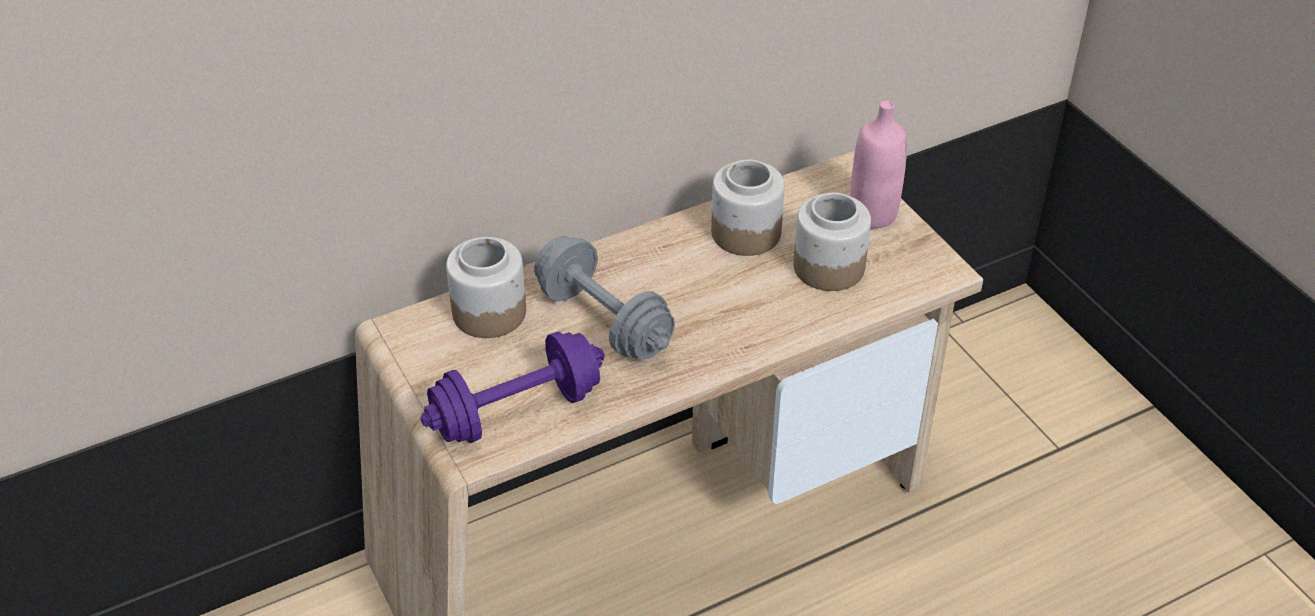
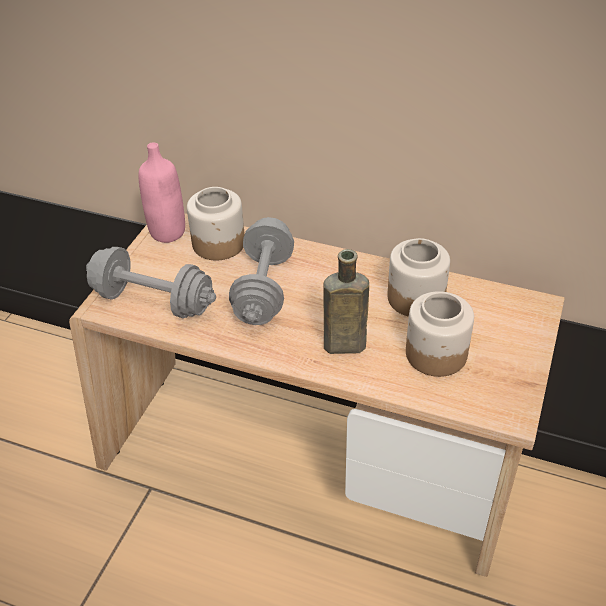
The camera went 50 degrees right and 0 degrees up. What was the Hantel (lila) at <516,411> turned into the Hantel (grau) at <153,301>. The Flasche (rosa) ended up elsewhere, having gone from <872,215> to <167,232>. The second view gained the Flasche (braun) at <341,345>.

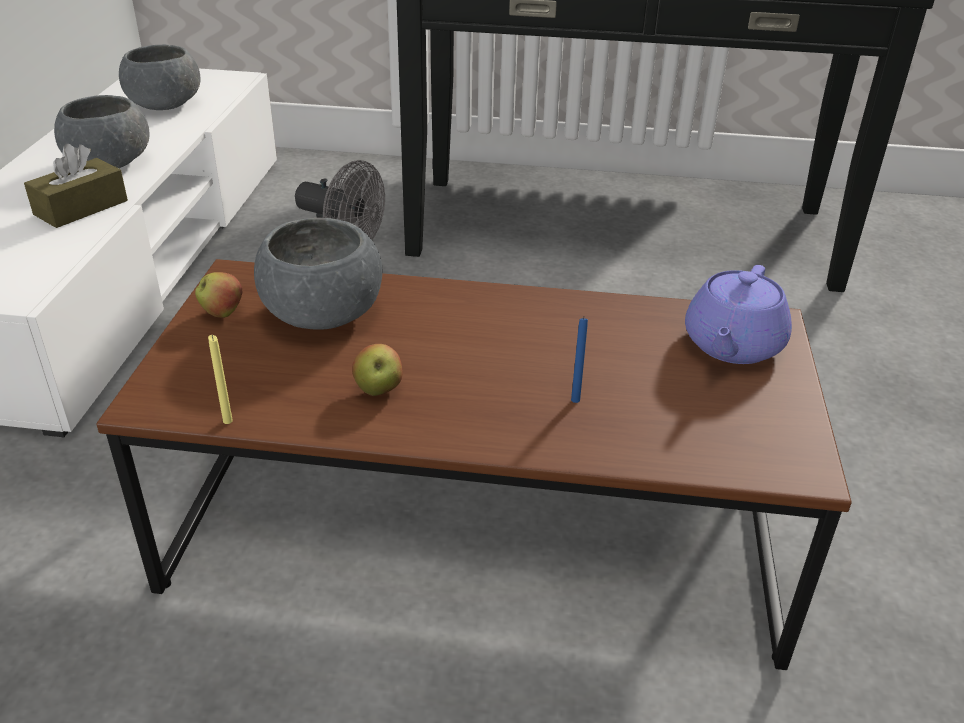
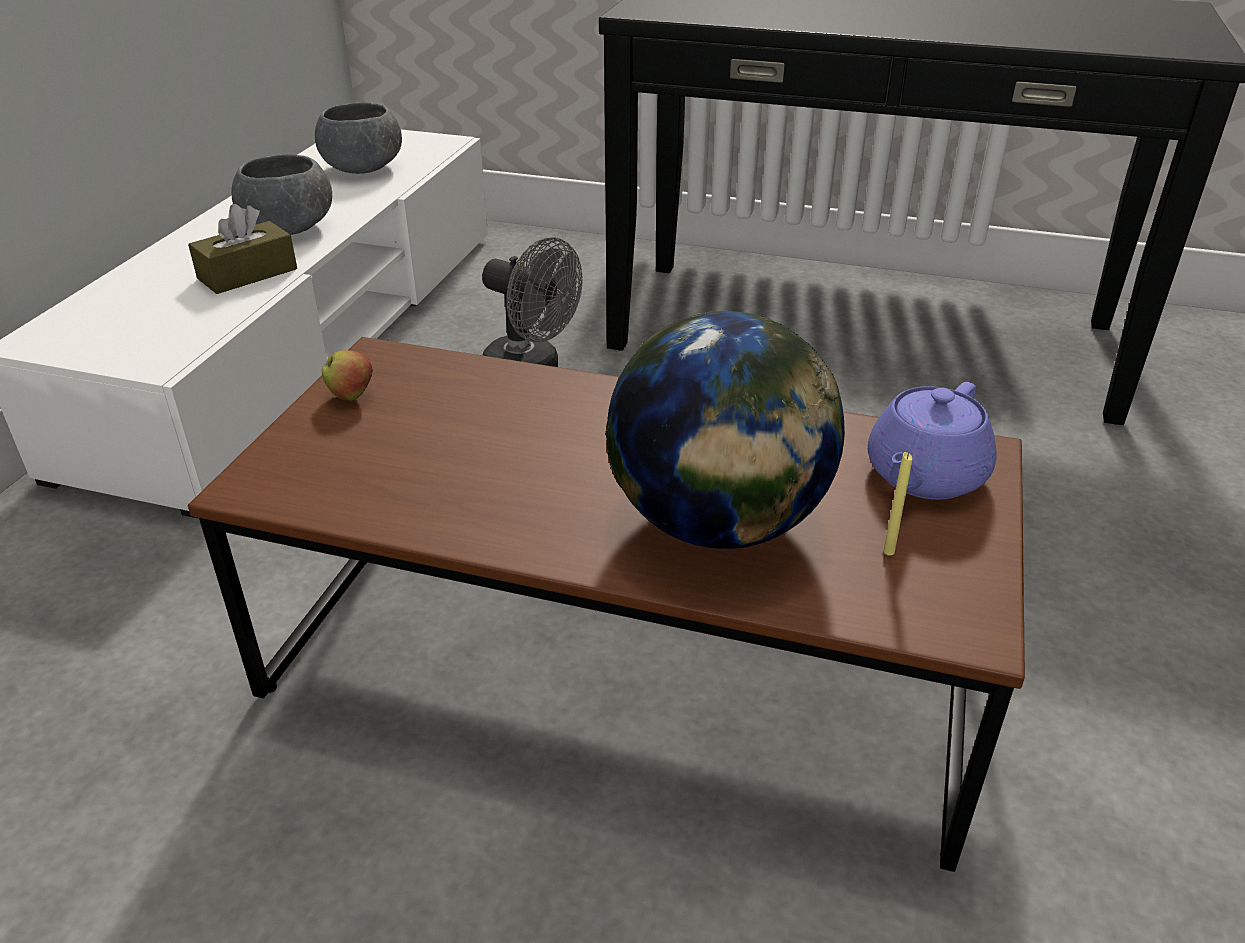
The camera went 10 degrees right and 0 degrees up. The Kerze (gelb) ended up elsewhere, having gone from <227,421> to <888,552>. The second view lost the Schüssel (grau) at <321,314>. The second view lost the Apfel at <378,390>. Where the Kerze (blau) stood at <575,400>, the Globus came to stand at <718,524>.

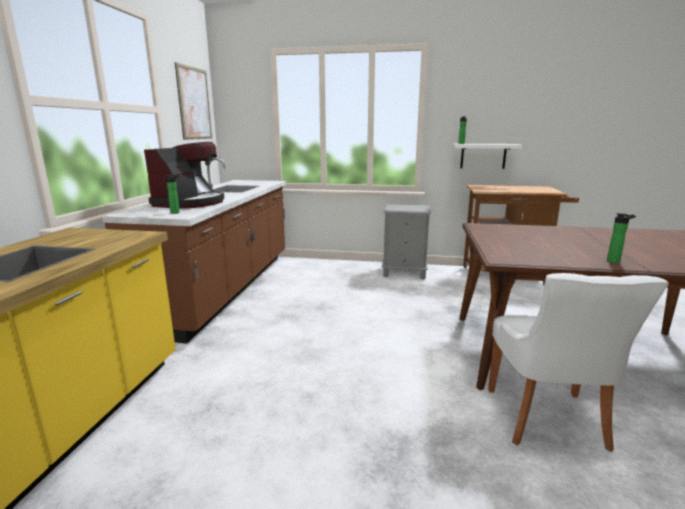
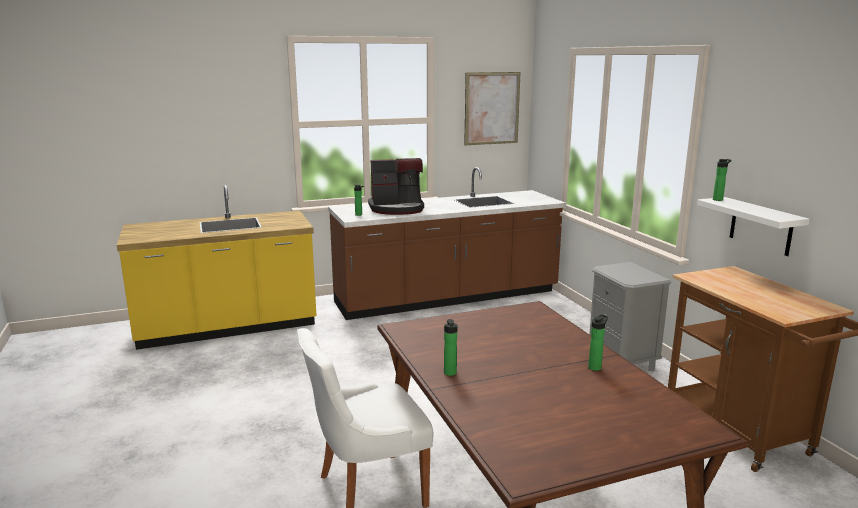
The camera went 60 degrees right and 0 degrees up. The second view gained the Flasche at <595,367>.

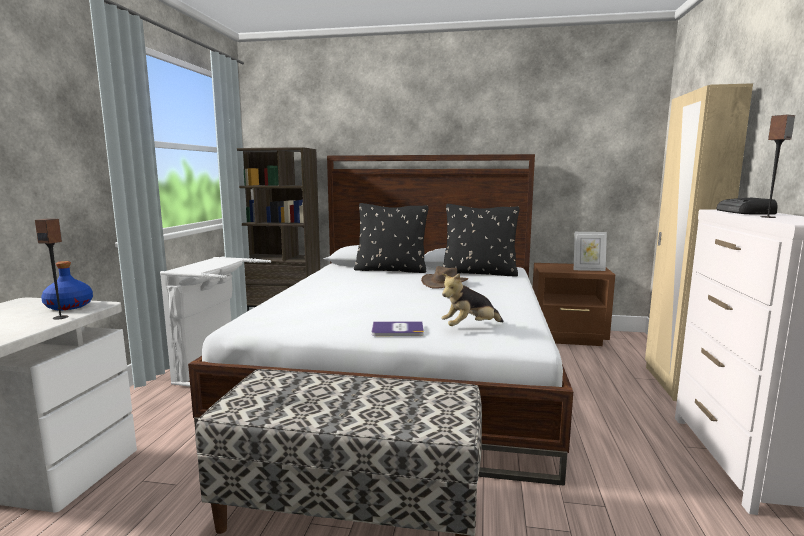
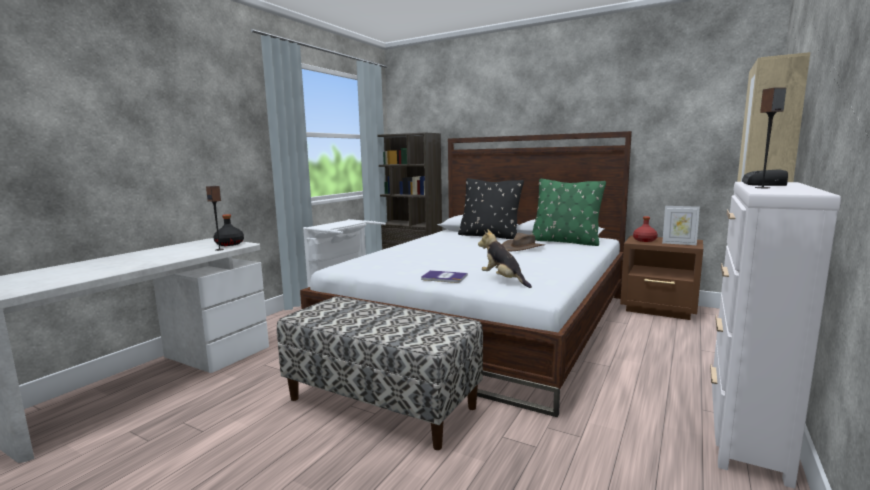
The camera went 20 degrees right and 0 degrees up. What was the Flasche (blau) at <69,306> turned into the Flasche (schwarz) at <229,244>. The Plüschtier at <470,327> ended up facing another way, 60 degrees clockwise from before. What was the Kissen (schwarz) at <479,273> turned into the Kissen (grün) at <565,241>. The second view gained the Flasche (rot) at <645,240>.

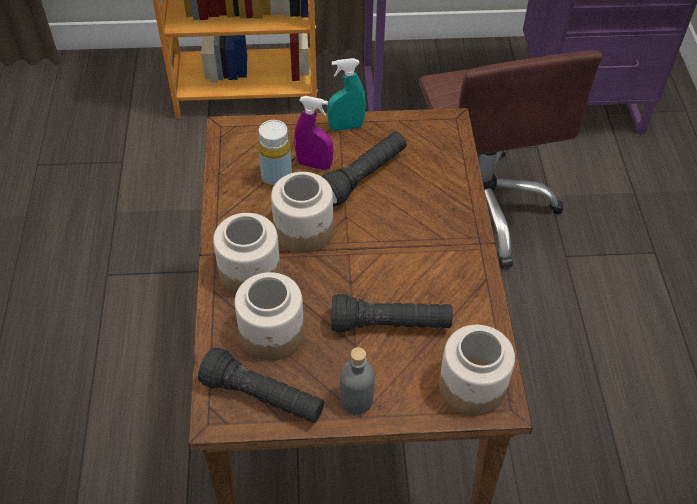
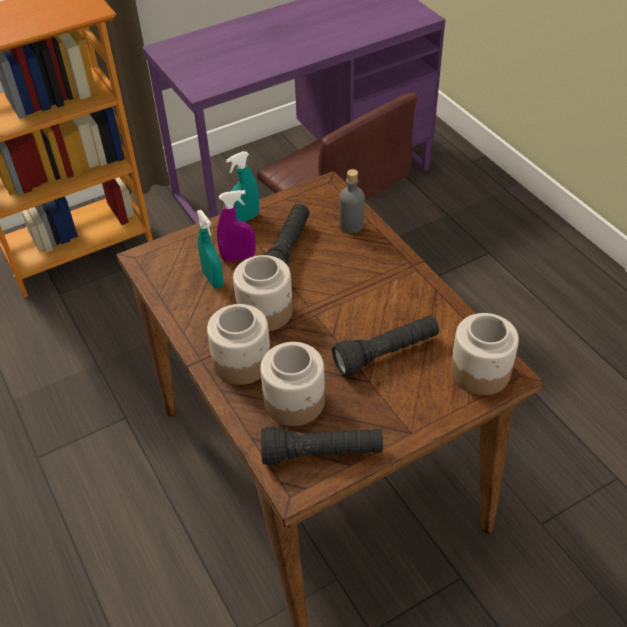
The camera went 25 degrees left and 5 degrees down. Where the Flasche (gelb) stood at <276,177>, the Sprühflasche (türkis) came to stand at <213,279>. The Flasche (grau) ended up elsewhere, having gone from <356,400> to <351,225>.

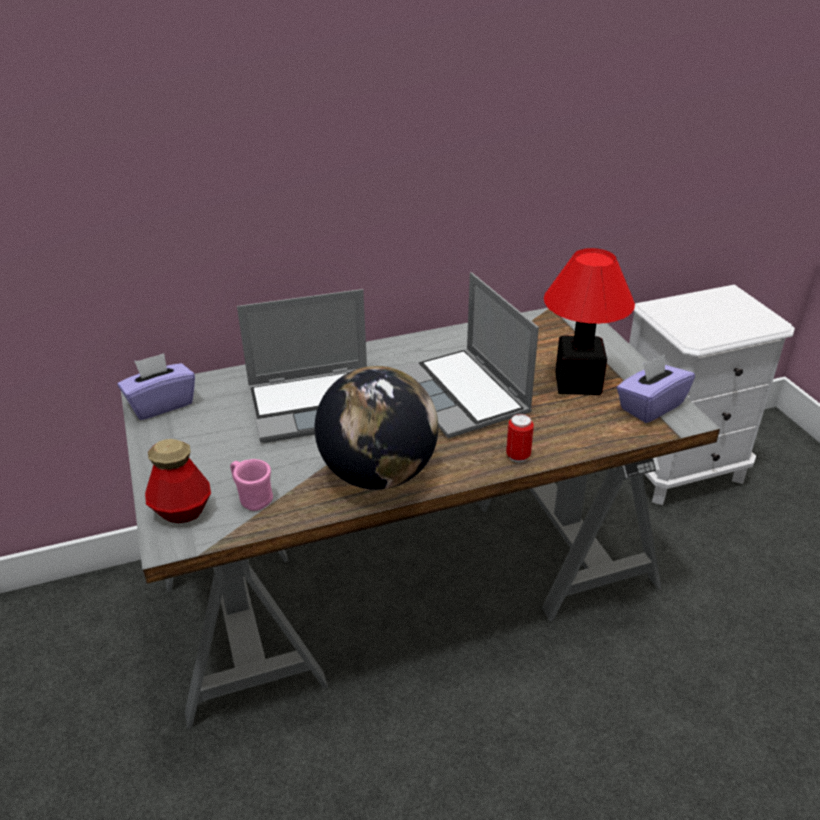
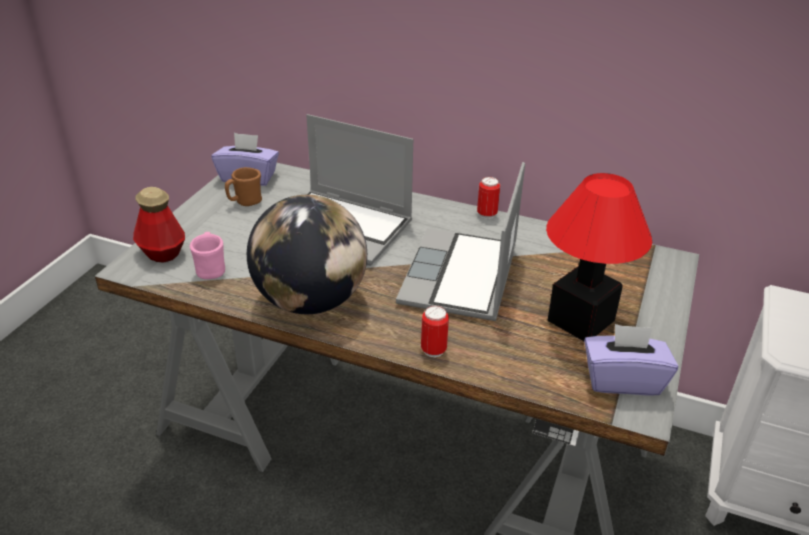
The camera went 40 degrees right and 0 degrees up. The second view gained the Henkelbecher (braun) at <245,202>. The second view gained the Dose at <487,214>.

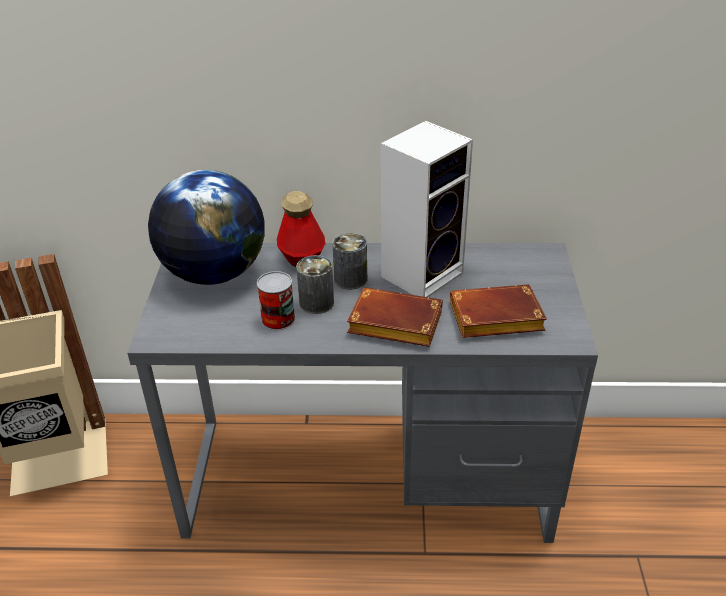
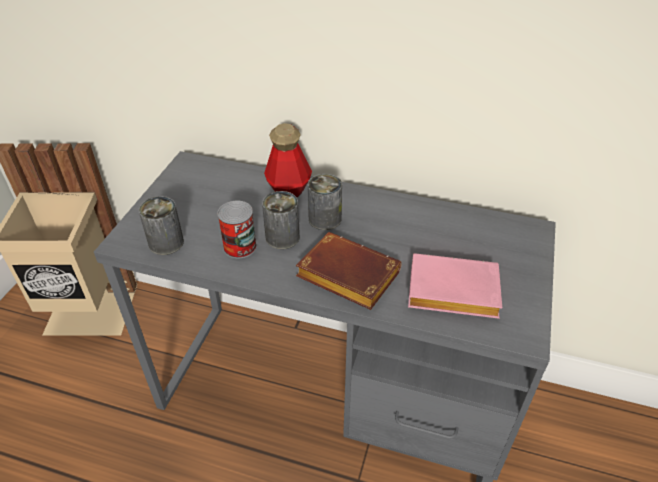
The camera went 15 degrees right and 5 degrees up. The second view lost the Globus at <214,273>. The second view lost the Lautsprecher at <423,273>. What was the Buch (braun) at <493,320> turned into the Buch (rosa) at <449,293>. The second view gained the Dose at <166,242>.

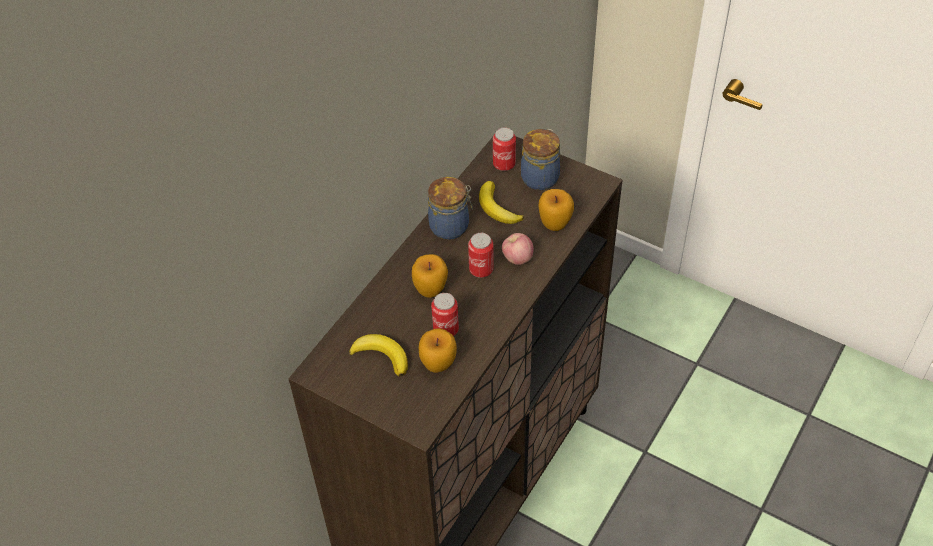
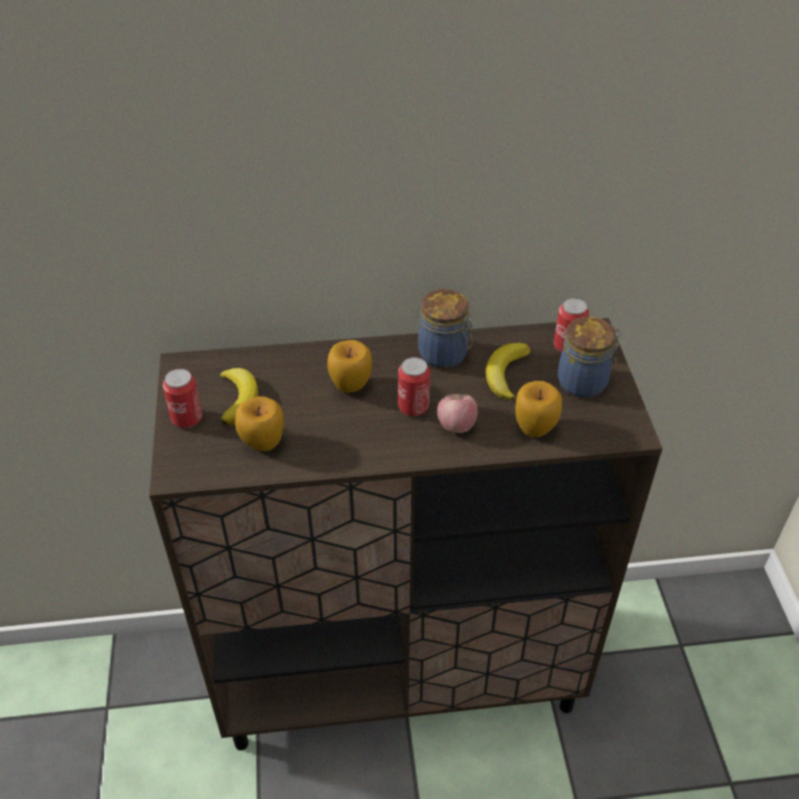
The camera went 50 degrees right and 5 degrees down. The Dose ended up elsewhere, having gone from <446,329> to <187,418>.

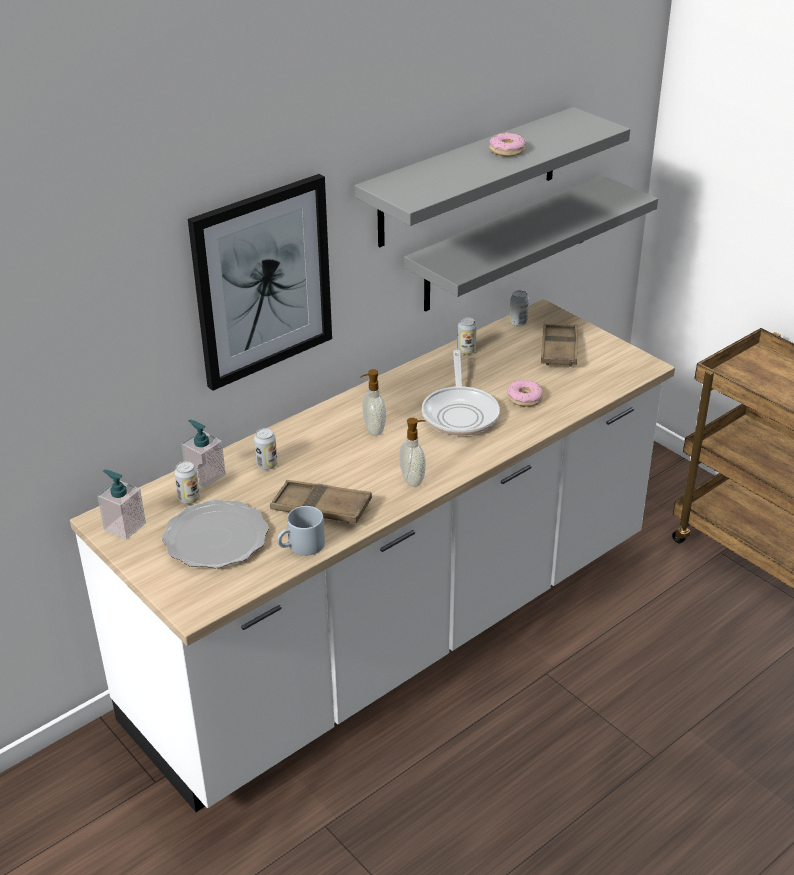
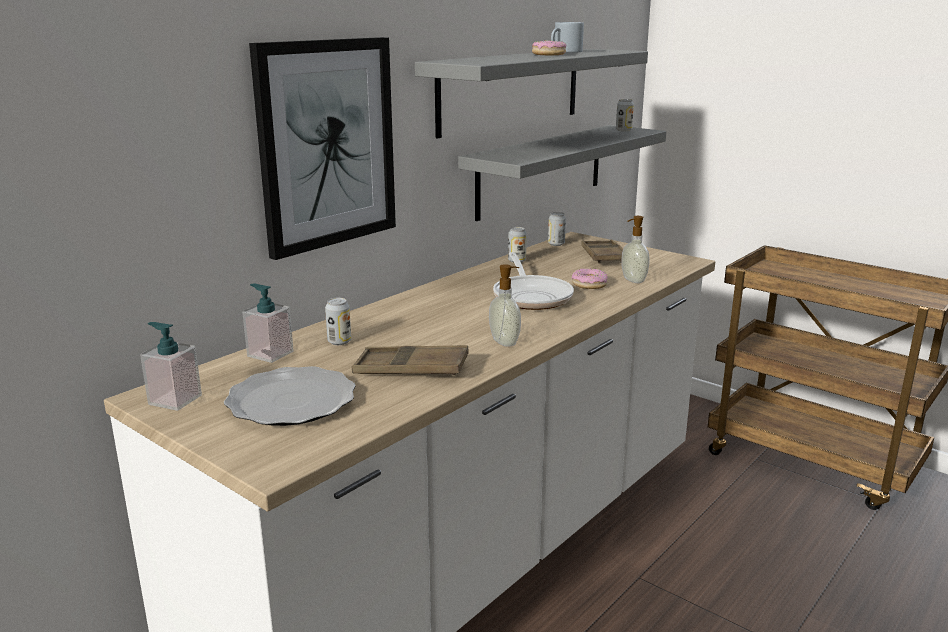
The camera went 10 degrees left and 15 degrees down. The Dose ended up elsewhere, having gone from <189,498> to <623,130>. The Henkelbecher (grau) ended up elsewhere, having gone from <301,547> to <565,52>. The Seifenspender ended up elsewhere, having gone from <373,429> to <632,280>.

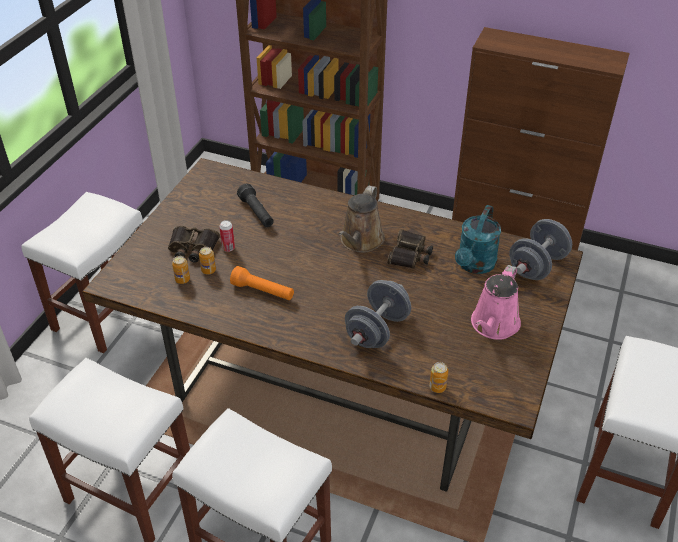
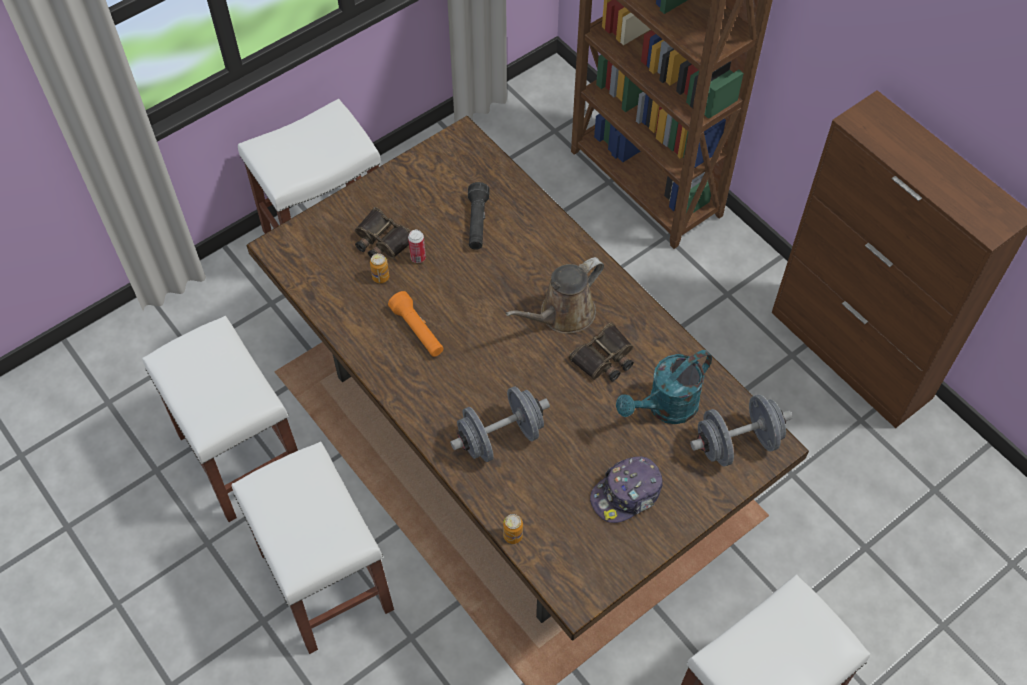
The camera went 30 degrees right and 15 degrees up. The second view lost the Dose at <182,279>. Where the Gießkanne (rosa) stood at <493,325>, the Kappe came to stand at <627,494>.

